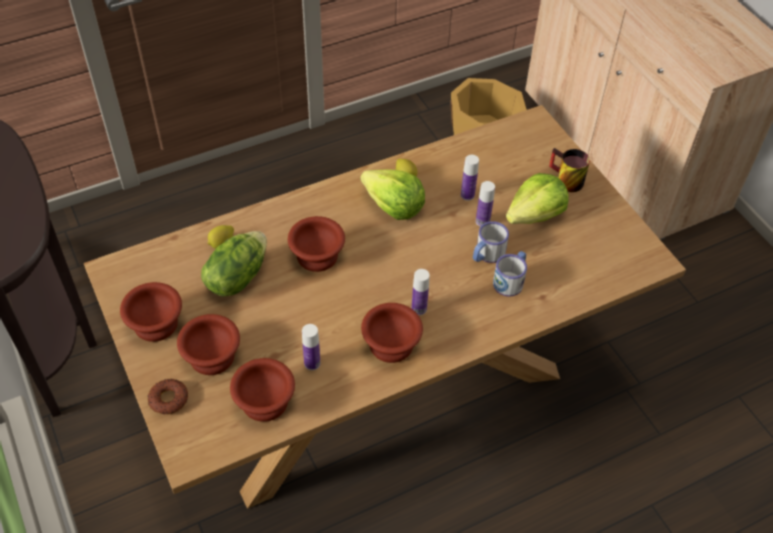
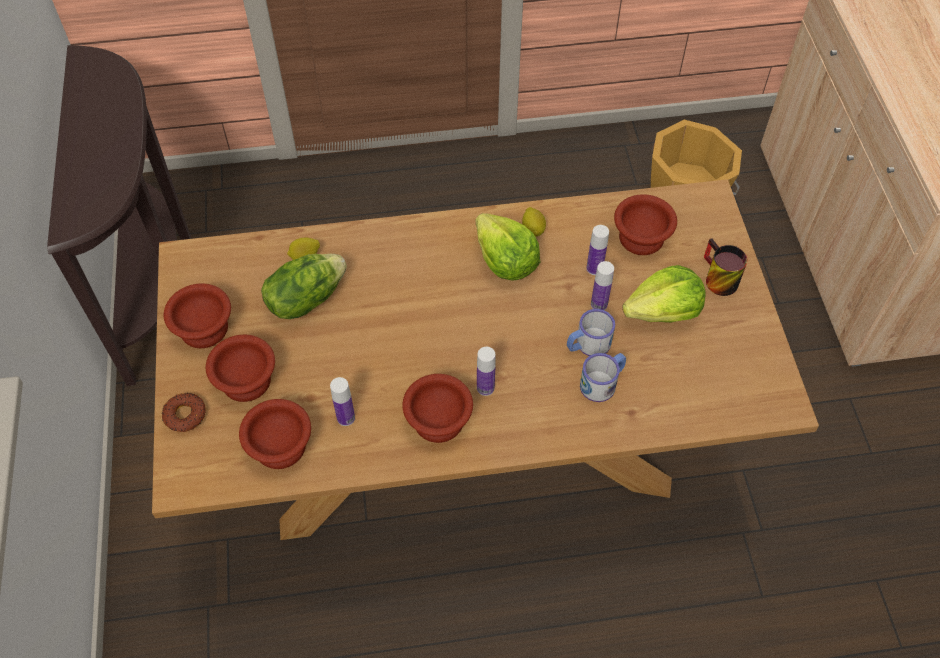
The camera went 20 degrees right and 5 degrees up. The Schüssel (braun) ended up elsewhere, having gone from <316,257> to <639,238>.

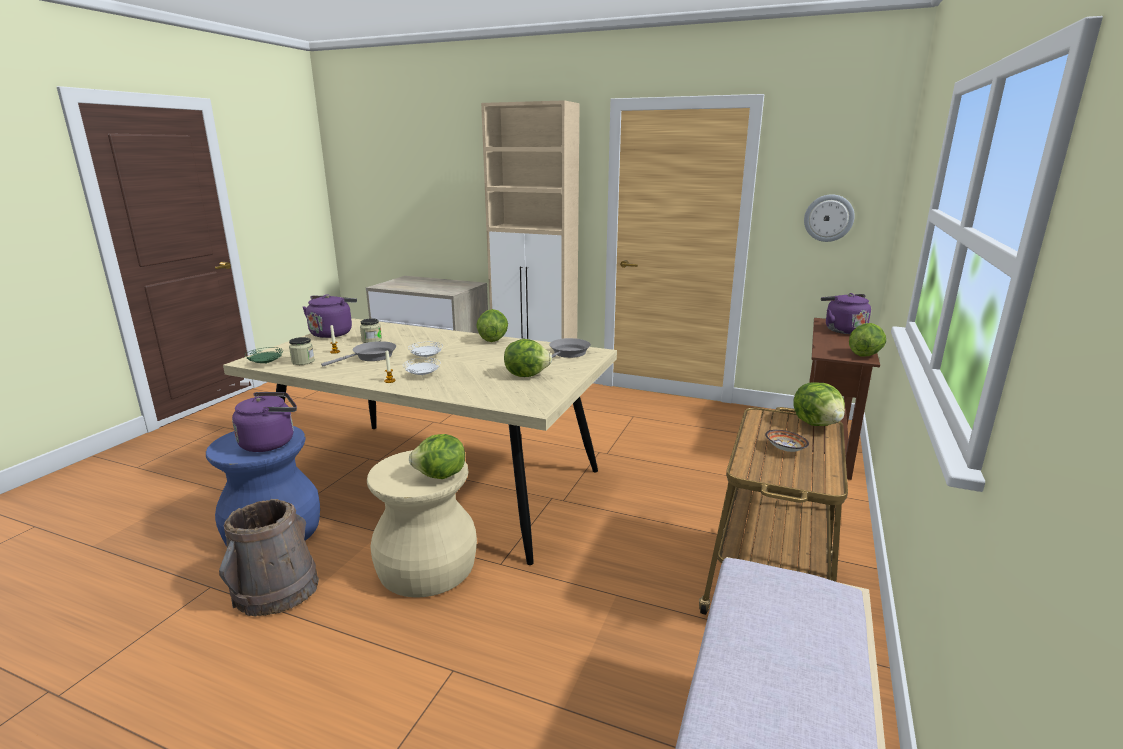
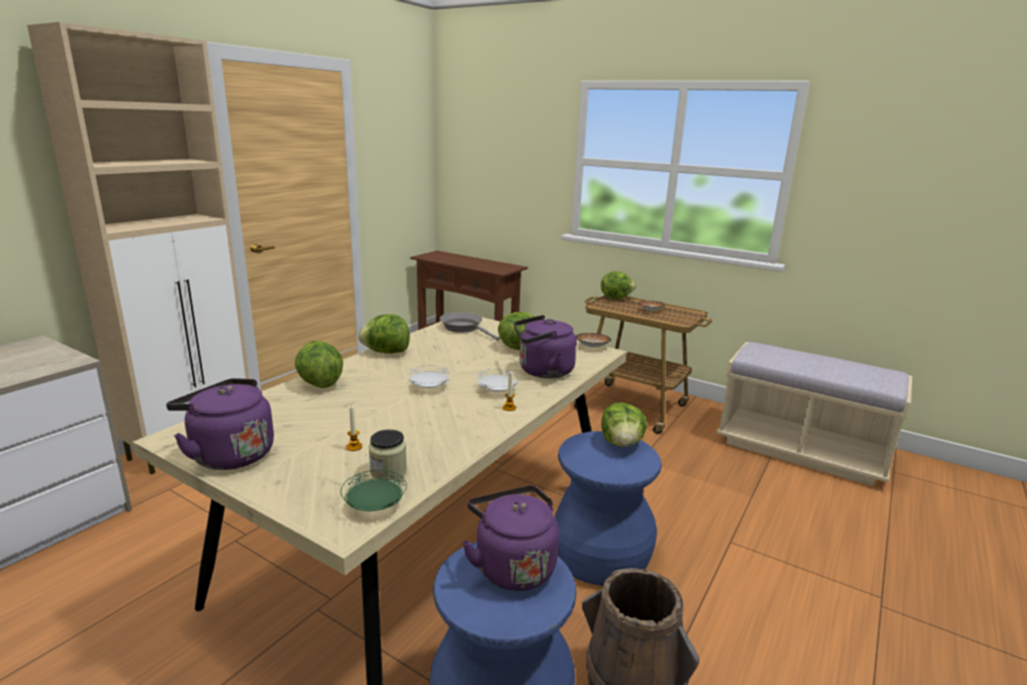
The camera went 80 degrees left and 0 degrees up. The second view lost the Pfanne (grau) at <371,357>. The second view lost the Vorratsglas at <371,340>. What was the Hocker (beige) at <425,568> turned into the Hocker (blau) at <600,554>. The second view lost the Wanduhr at <828,218>. The Wasserkessel (lila) ended up elsewhere, having gone from <842,330> to <542,371>. The Salatkopf ended up elsewhere, having gone from <864,355> to <319,383>. The second view gained the Schüssel at <591,347>.

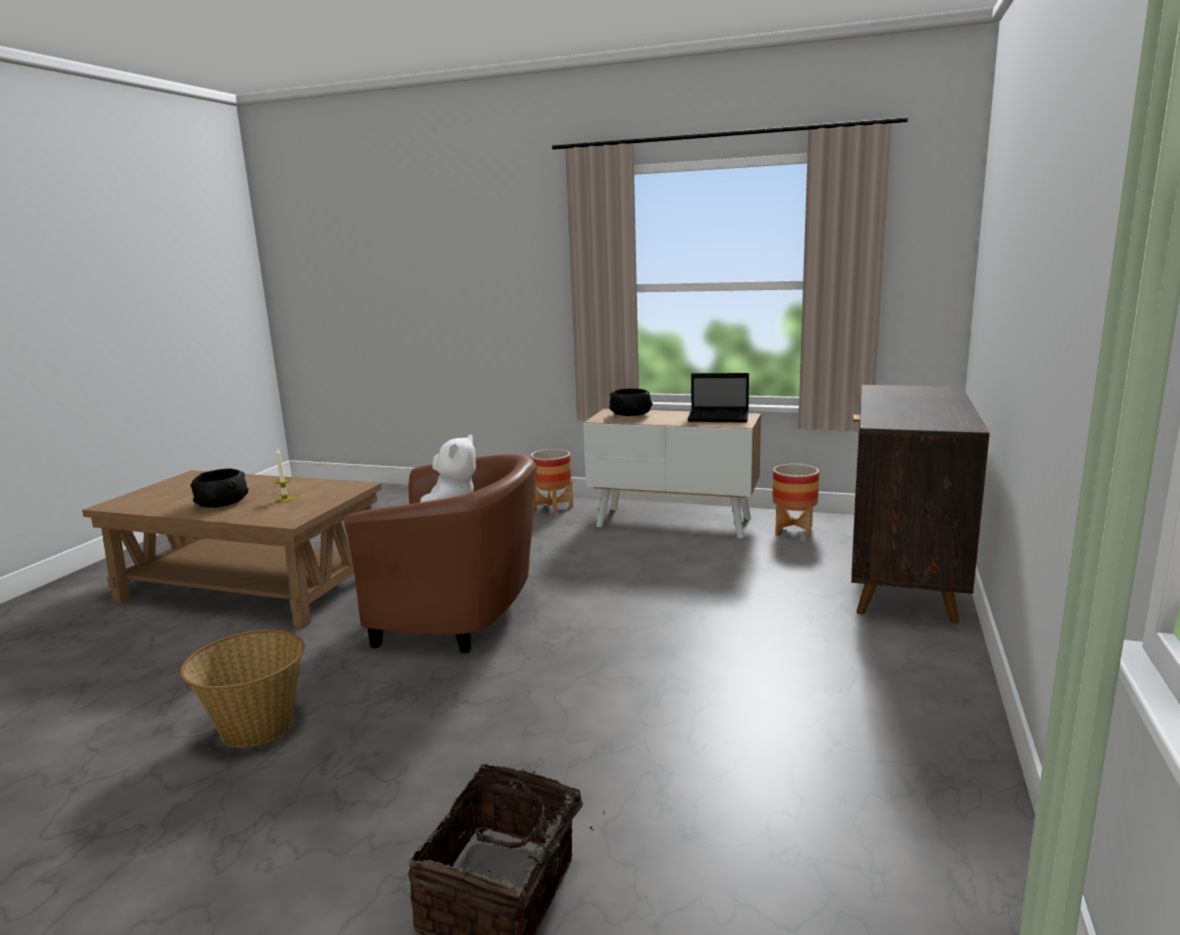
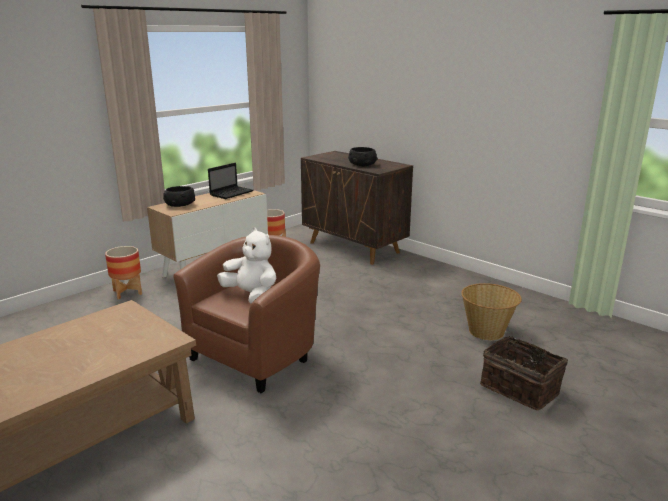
The camera went 65 degrees left and 5 degrees up. The Korb ended up elsewhere, having gone from <256,728> to <487,331>. The Schüssel (schwarz) ended up elsewhere, having gone from <223,503> to <362,164>. The second view lost the Kerze at <285,499>.

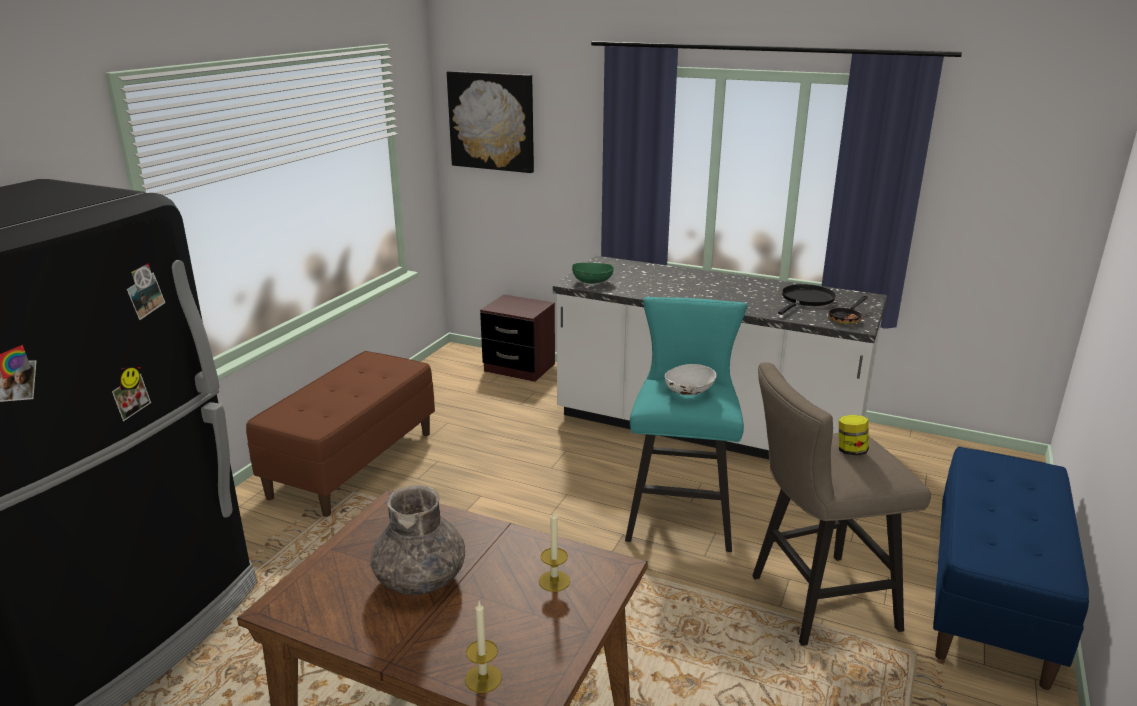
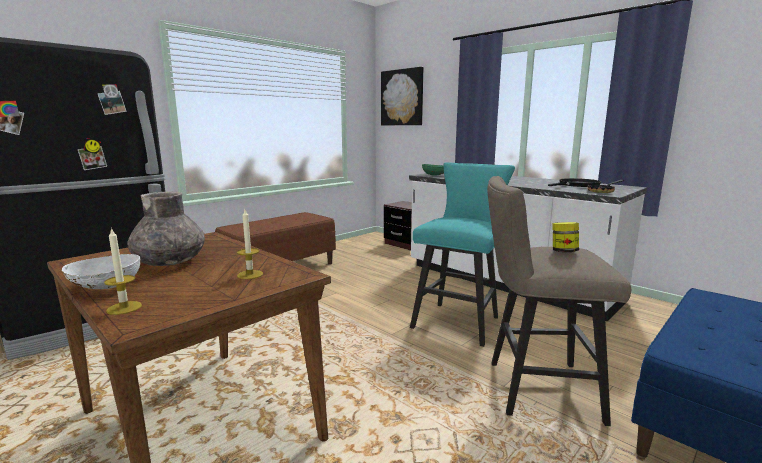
The camera went 20 degrees right and 10 degrees down. The Schüssel (weiß) ended up elsewhere, having gone from <689,392> to <106,287>.

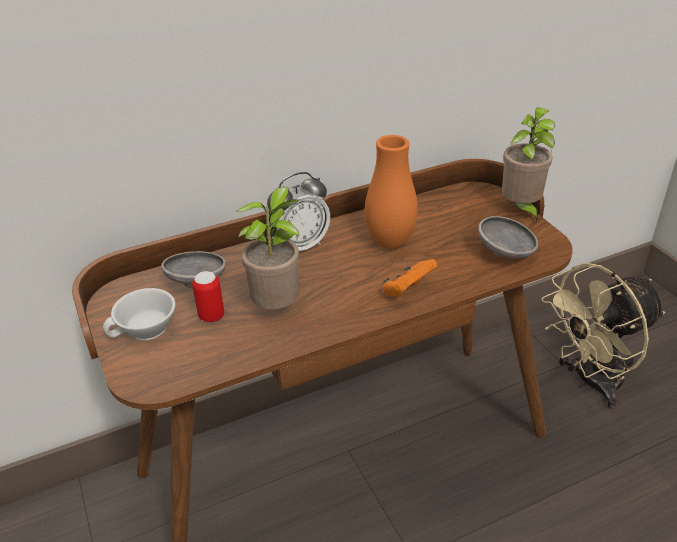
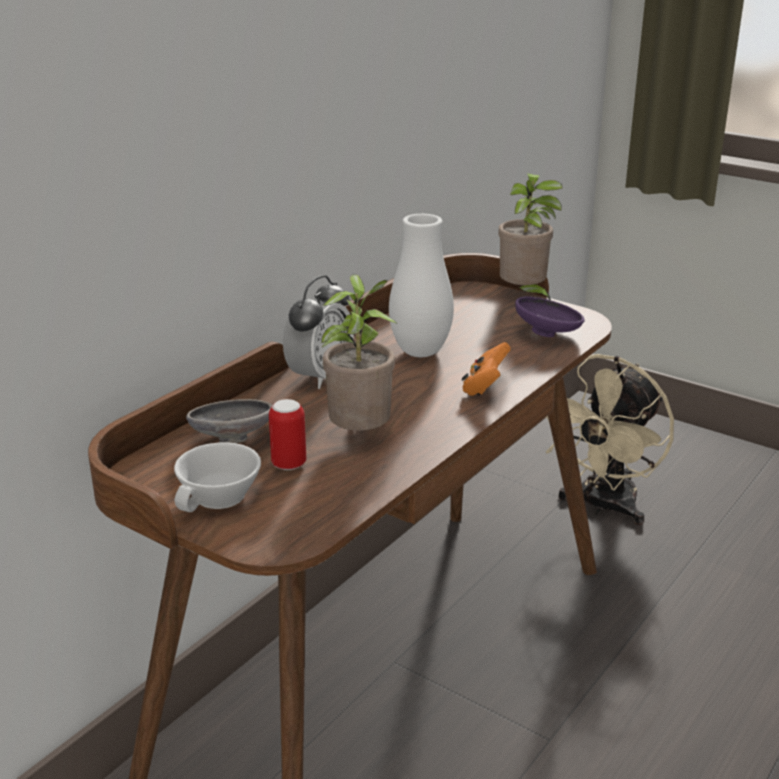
The camera went 30 degrees left and 10 degrees down. What was the Vase (orange) at <390,243> turned into the Vase (weiß) at <420,352>. What was the Schüssel (grau) at <506,253> turned into the Schüssel (lila) at <549,334>.

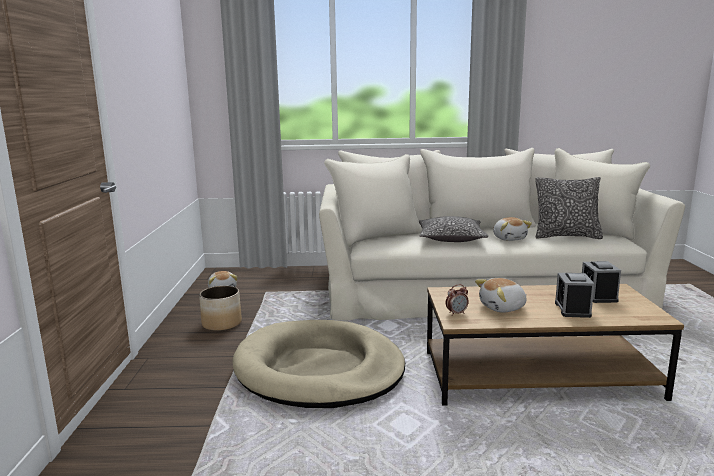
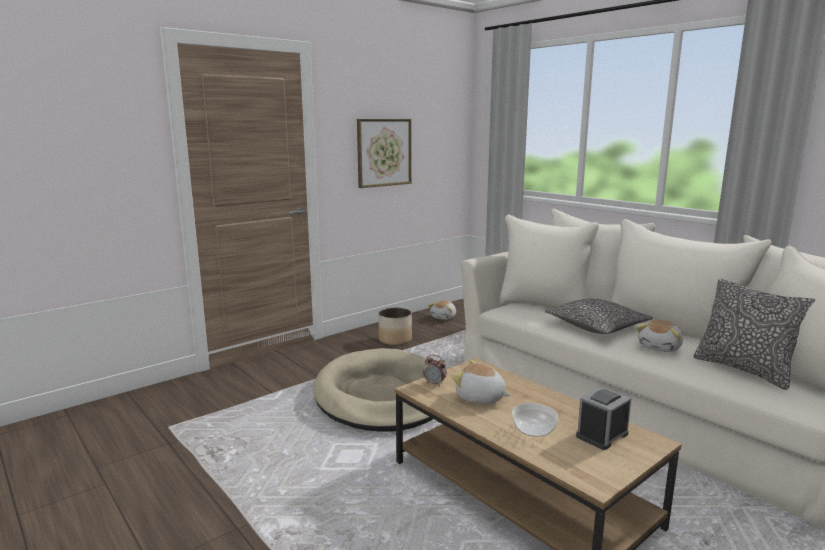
The camera went 50 degrees right and 0 degrees up. Where the Wecker stood at <572,309>, the Schüssel came to stand at <534,430>. The second view gained the Bild at <384,152>.

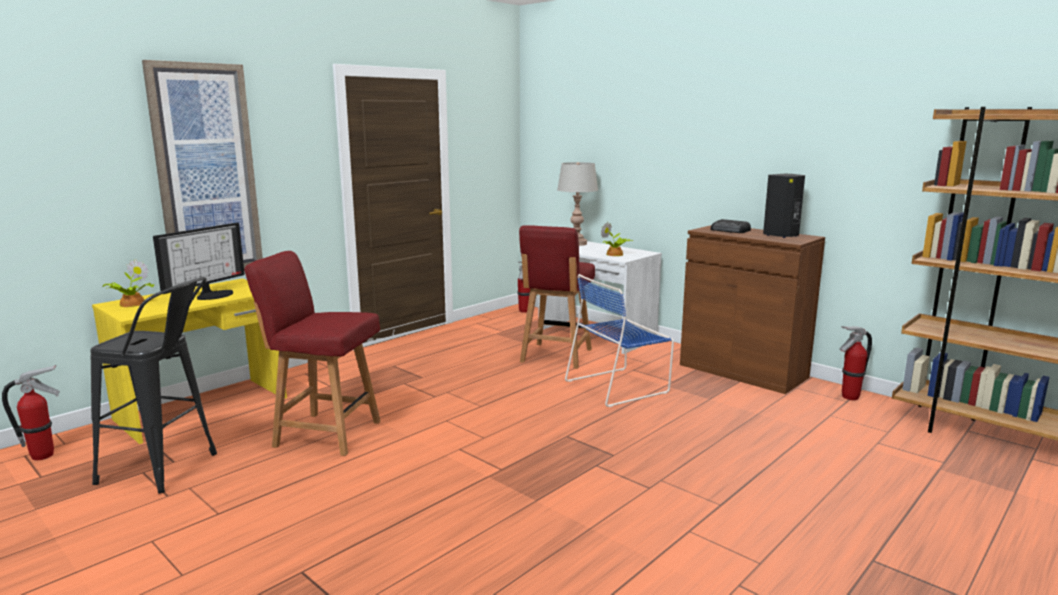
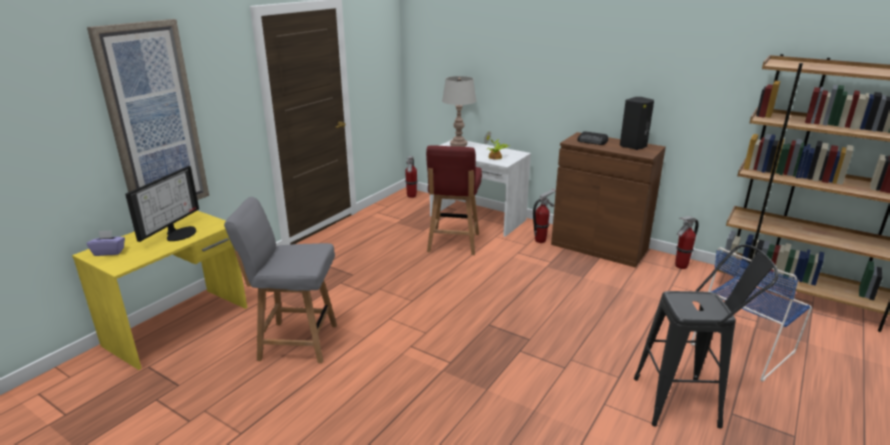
The camera went 10 degrees left and 10 degrees up. The Feuerlöscher ended up elsewhere, having gone from <43,455> to <540,240>. The Hocker (schwarz) ended up elsewhere, having gone from <167,470> to <686,402>. Where the Topfpflanze stood at <130,304>, the Taschentuchbox (lila) came to stand at <109,252>. What was the Stuhl (rot) at <325,433> turned into the Stuhl (grau) at <296,342>. The Stuhl (blau) ended up elsewhere, having gone from <619,386> to <744,347>.

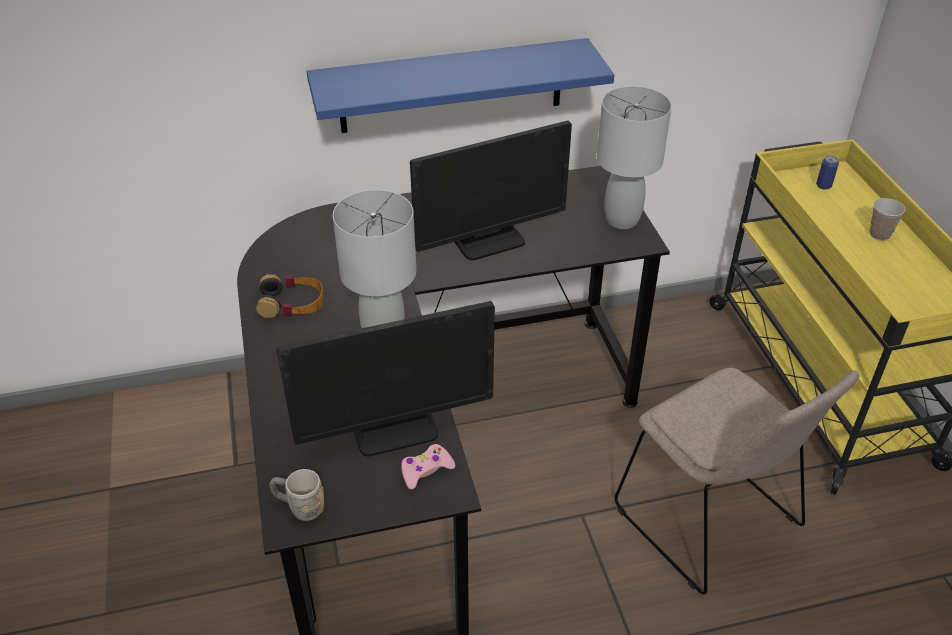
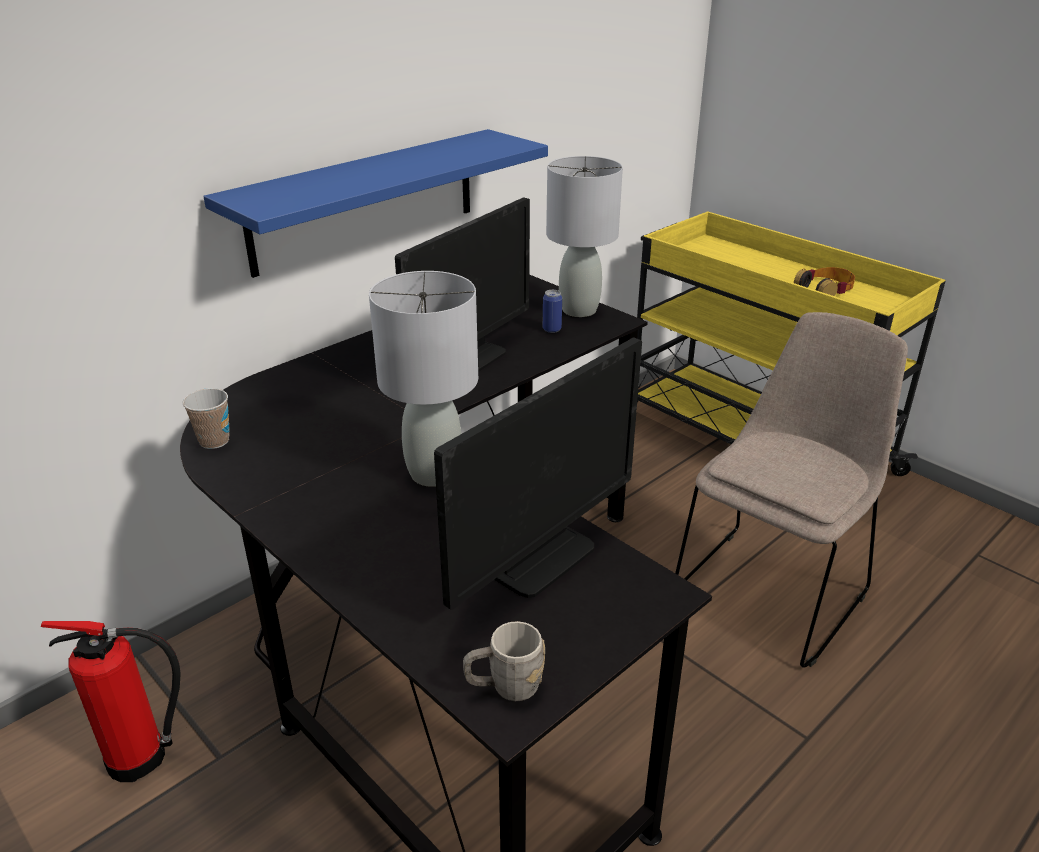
The camera went 30 degrees left and 10 degrees down. The Kopfhörer ended up elsewhere, having gone from <292,303> to <825,289>. The second view lost the Gamepad (rosa) at <425,470>. The Stuhl (beige) at <711,521> ended up facing another way, 75 degrees counterclockwise from before. The Dose ended up elsewhere, having gone from <823,186> to <552,329>. The Tasse ended up elsewhere, having gone from <879,234> to <214,441>. The second view gained the Feuerlöscher at <142,758>.

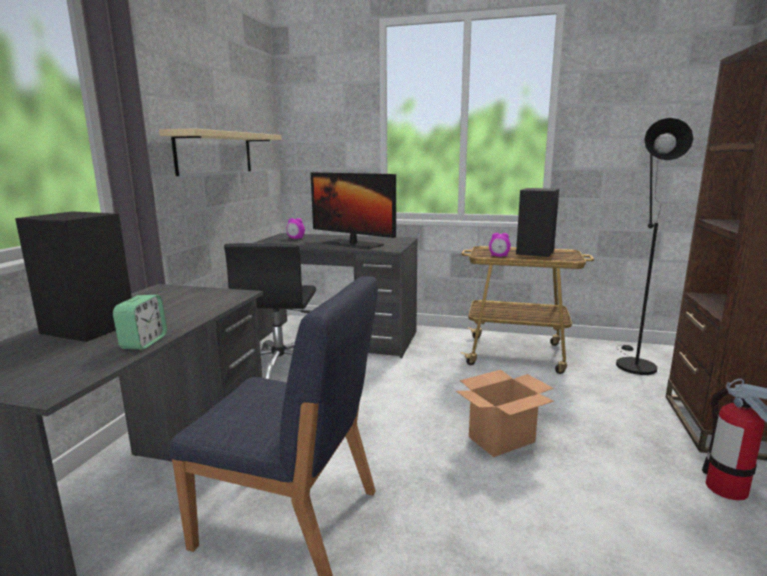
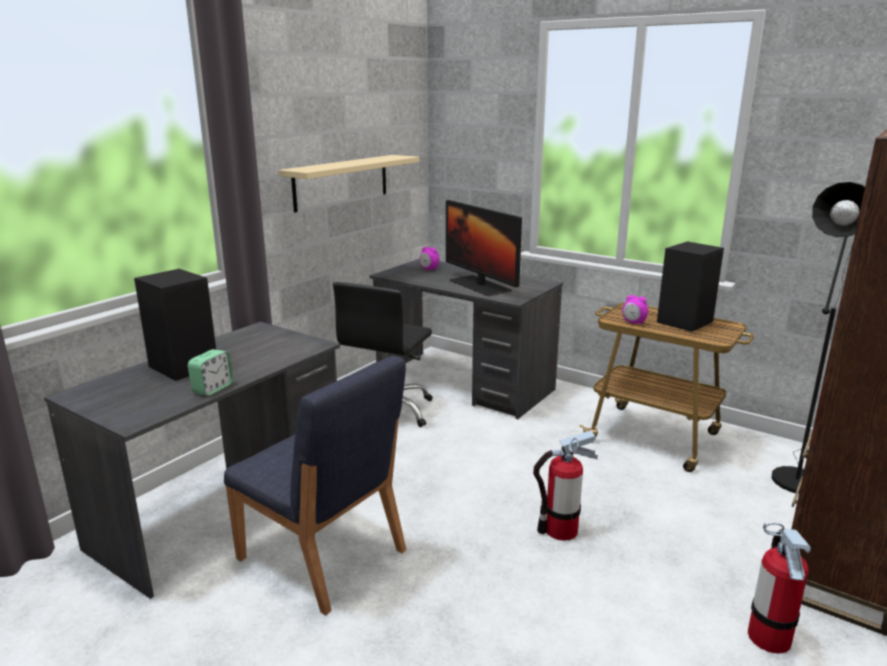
The camera went 20 degrees right and 5 degrees up. Where the Karton stood at <502,439>, the Feuerlöscher came to stand at <561,530>.

